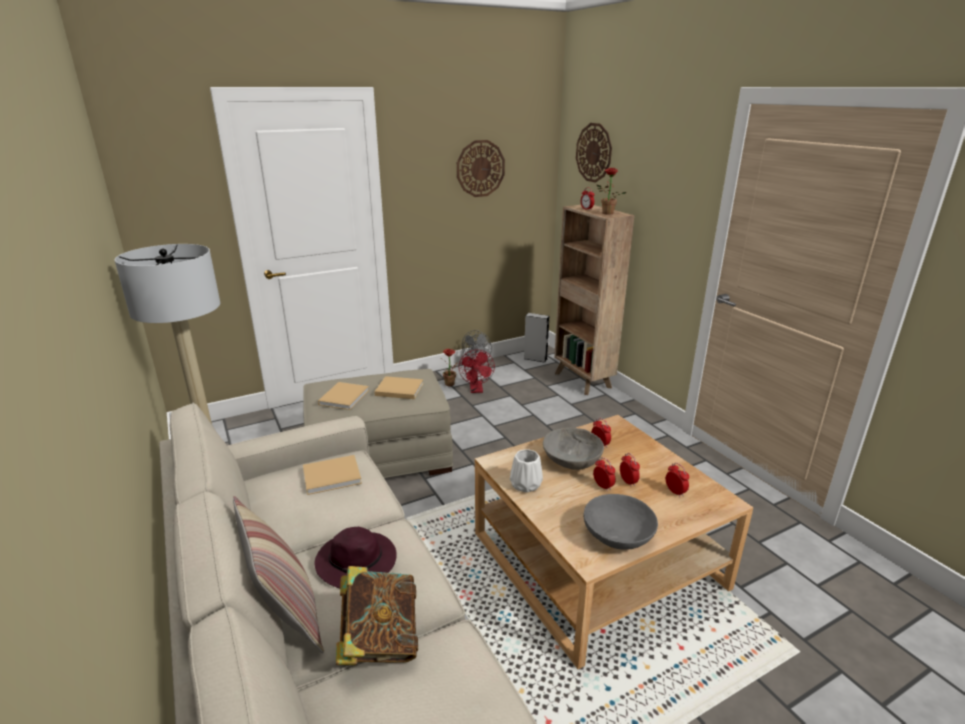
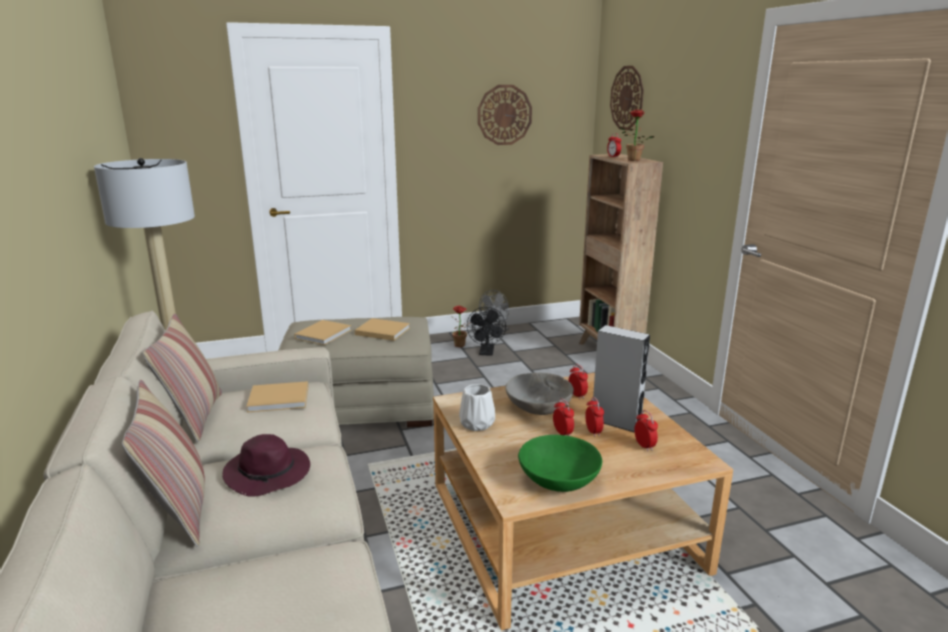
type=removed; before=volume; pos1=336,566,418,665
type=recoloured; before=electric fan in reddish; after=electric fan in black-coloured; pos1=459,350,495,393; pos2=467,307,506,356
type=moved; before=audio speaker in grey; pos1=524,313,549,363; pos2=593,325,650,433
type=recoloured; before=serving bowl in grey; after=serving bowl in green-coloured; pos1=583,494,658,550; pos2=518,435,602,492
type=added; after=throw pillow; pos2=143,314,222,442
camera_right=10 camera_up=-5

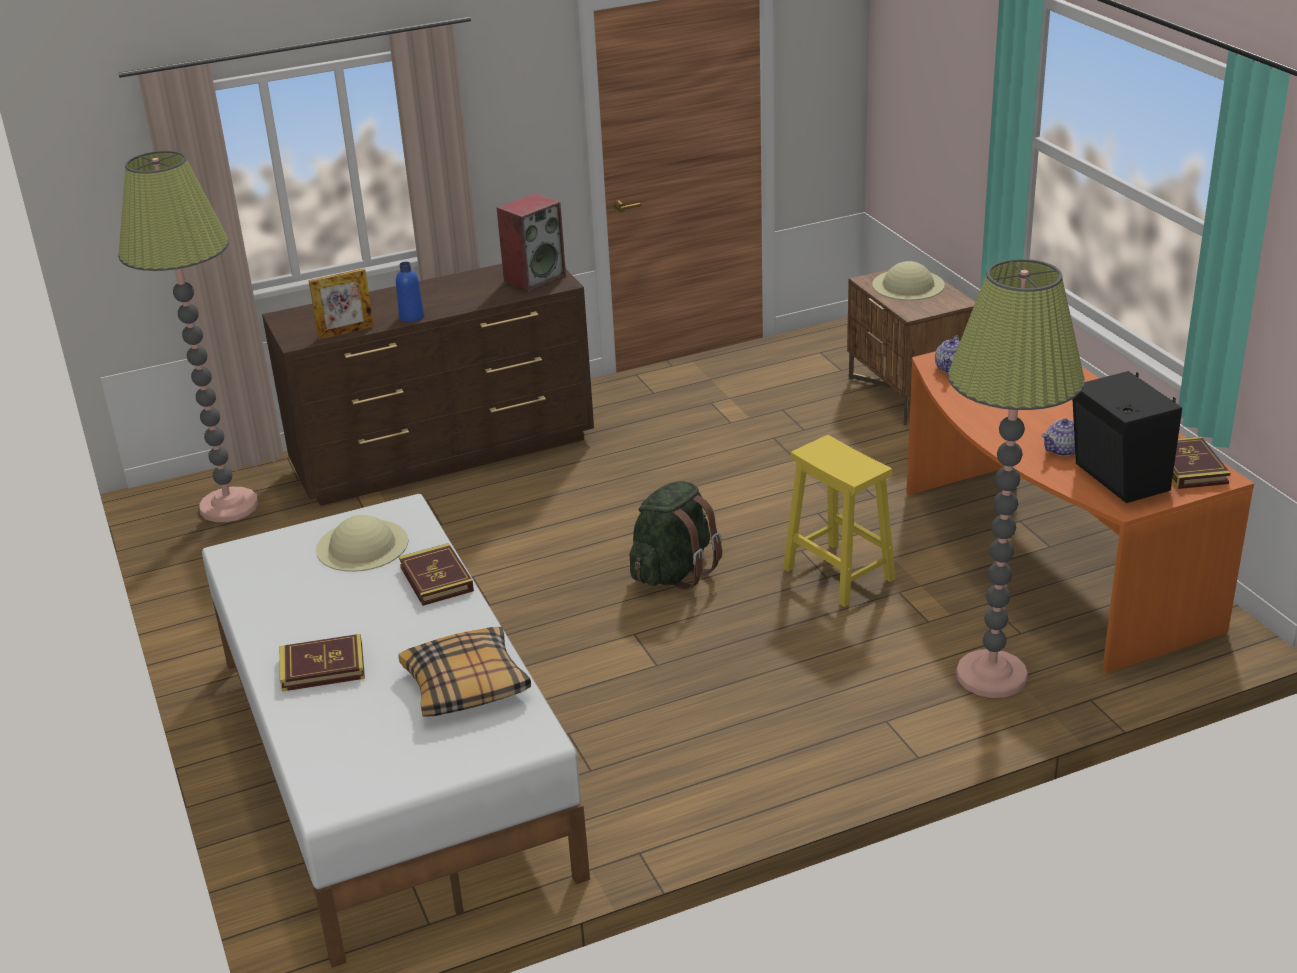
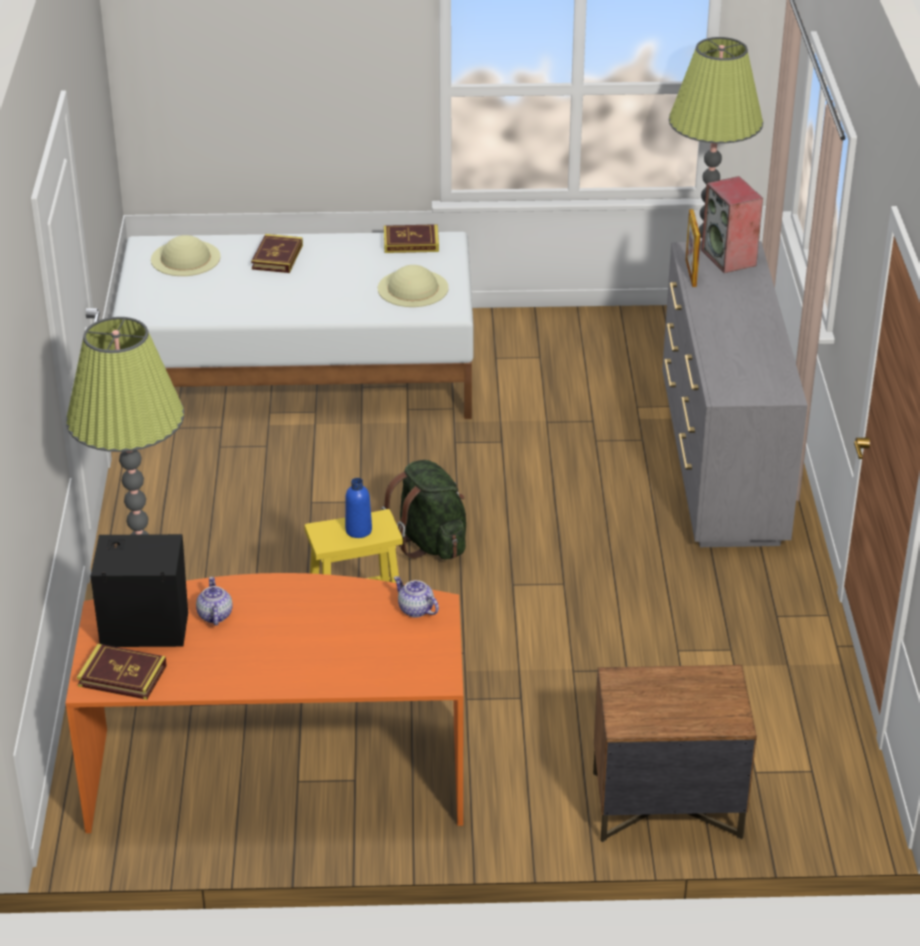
type=recoloured; before=dresser in brown; after=dresser in grey; pos1=262,264,594,506; pos2=662,241,808,547
type=moved; before=bottle in blue; pos1=396,262,424,322; pos2=345,478,372,538
type=removed; before=throw pillow; pos1=398,627,531,717
type=moved; before=volume; pos1=399,543,474,606; pos2=384,224,439,253
type=moved; before=audio speaker; pos1=497,193,566,292; pos2=701,176,763,273
type=moved; before=clothing hat in beige; pos1=872,261,945,300; pos2=151,235,221,276
camera_right=110 camera_up=5

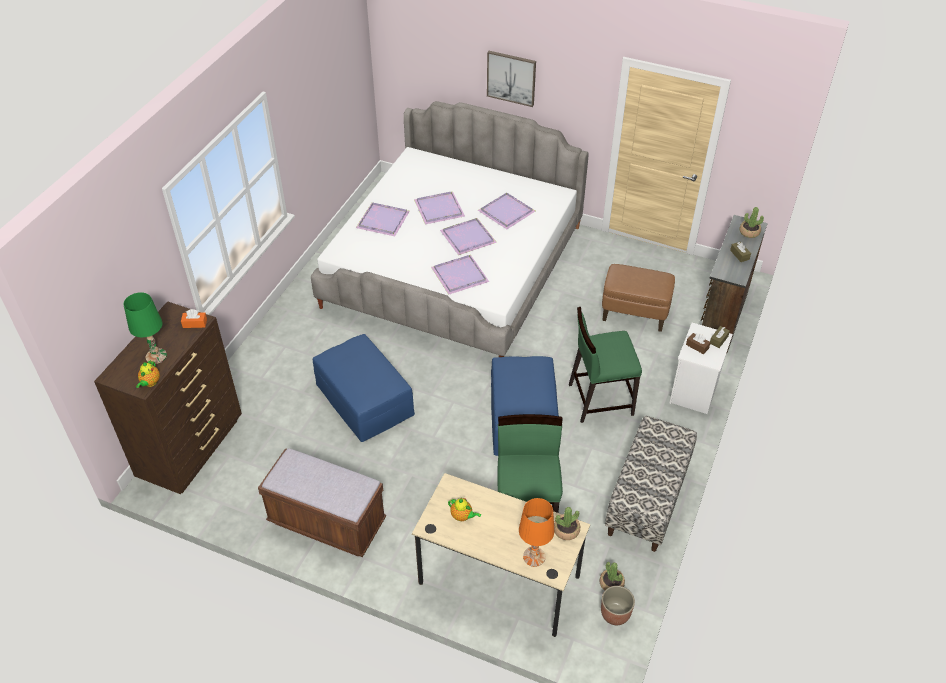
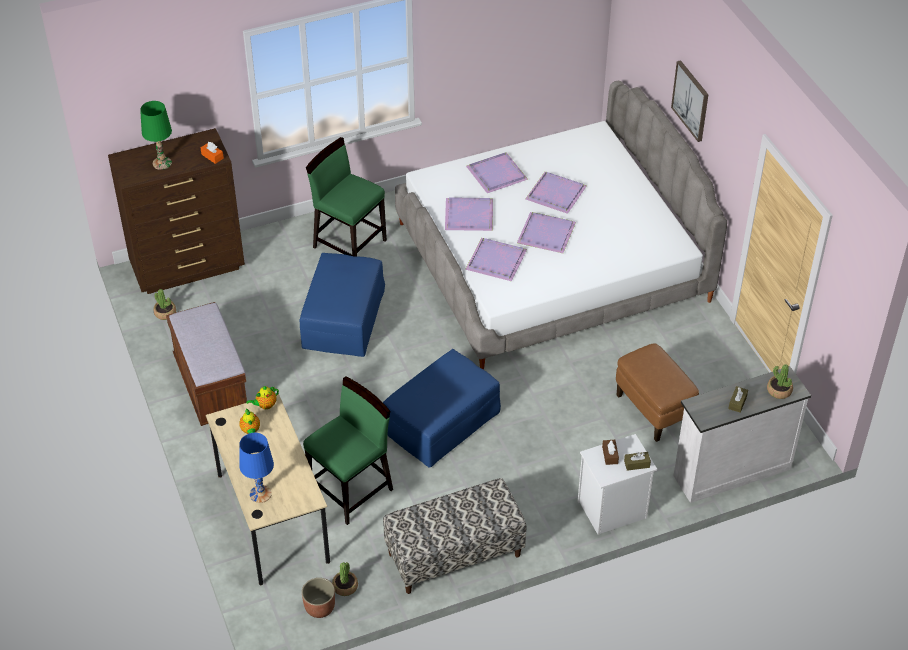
type=moved; before=pot for tea; pos1=136,360,160,388; pos2=246,386,279,409
type=moved; before=tray in purplish; pos1=478,193,535,229; pos2=445,197,493,231
type=recoloured; before=table lamp in orange; after=table lamp in blue; pos1=519,498,554,567; pos2=239,433,274,503
type=moved; before=houseplant; pos1=554,507,580,540; pos2=153,289,176,320
type=moved; before=chair in green-coloured; pos1=569,307,642,423; pos2=306,137,387,257
type=recoloured; before=dresser in brown; after=dresser in whitish; pos1=701,215,768,353; pos2=673,366,811,503
camera_right=45 camera_up=0

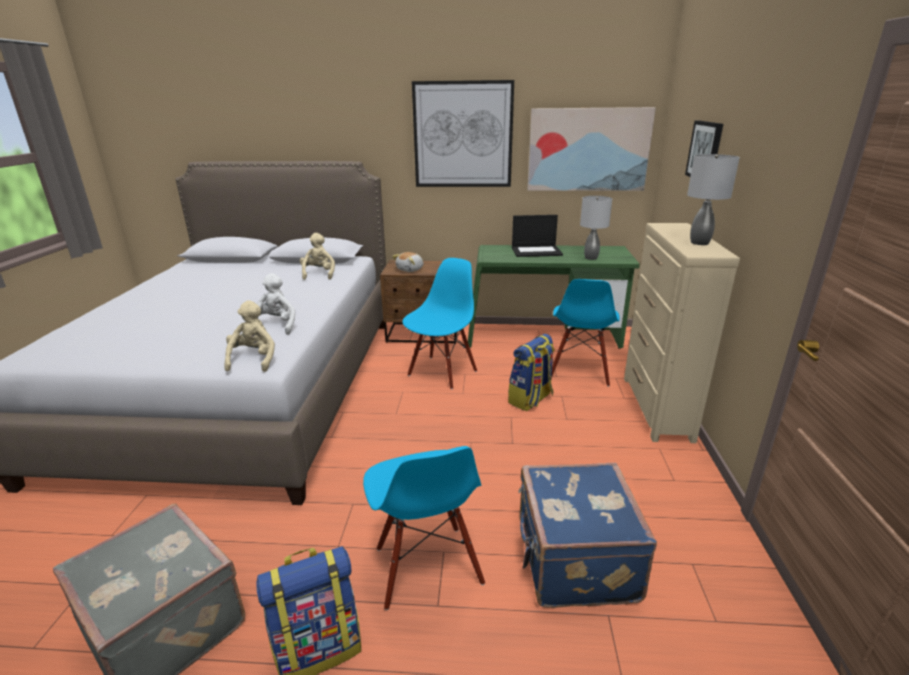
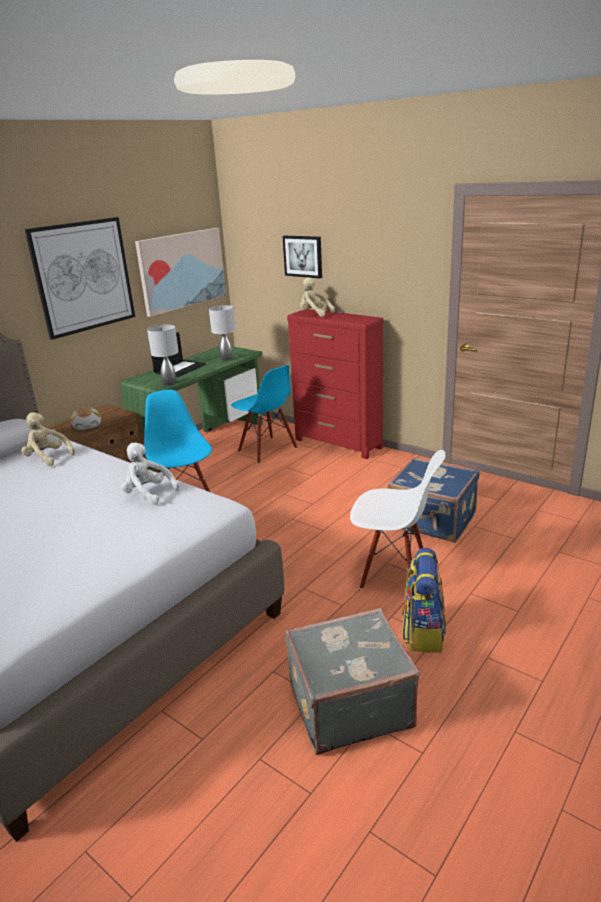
type=moved; before=cuddly toy in beige; pos1=225,301,275,372; pos2=300,277,335,317
type=recoloured; before=chair in blue; after=chair in whitish; pos1=363,446,485,610; pos2=350,450,446,592
type=removed; before=knapsack; pos1=508,334,555,411
type=recoloured; before=dresser in beige; after=dresser in reddish; pos1=624,223,740,443; pos2=287,309,384,459
type=moved; before=table lamp in grey; pos1=687,154,740,245; pos2=147,325,179,386
camera_right=-55 camera_up=0

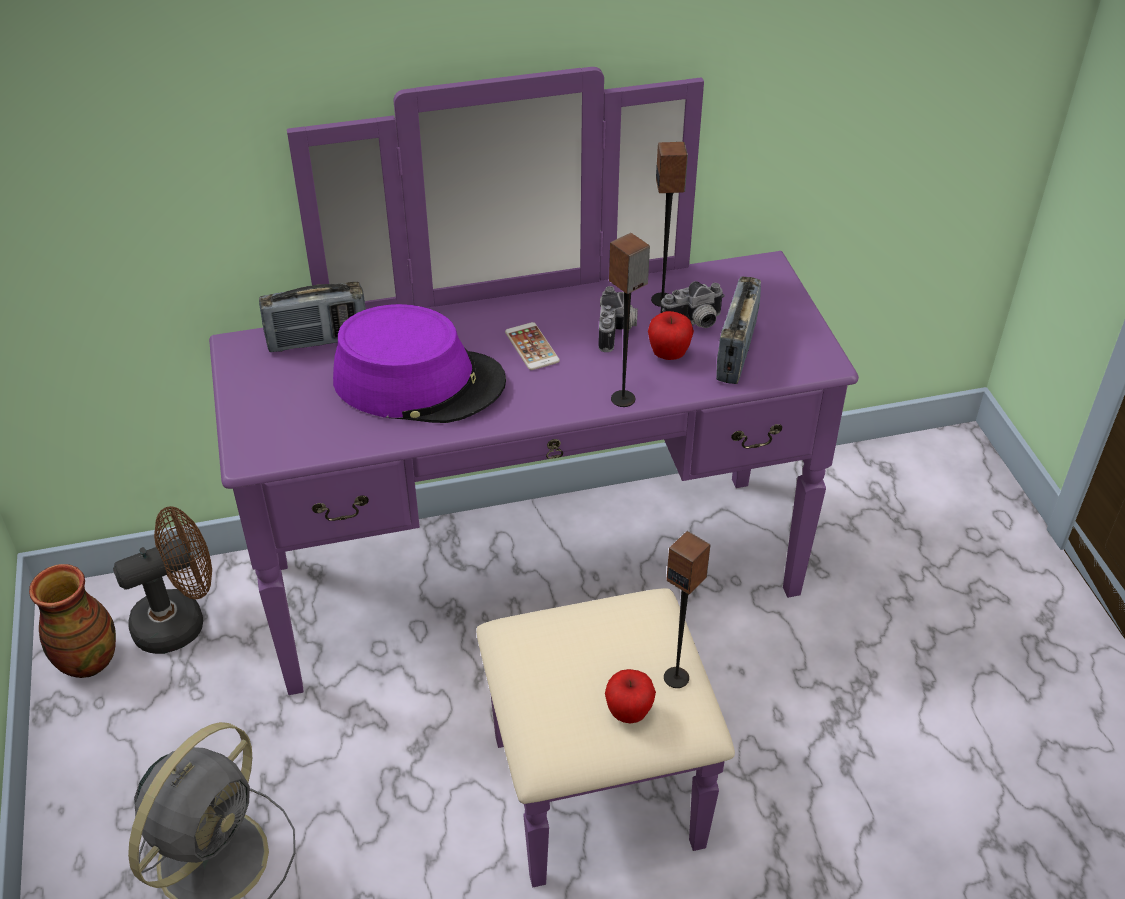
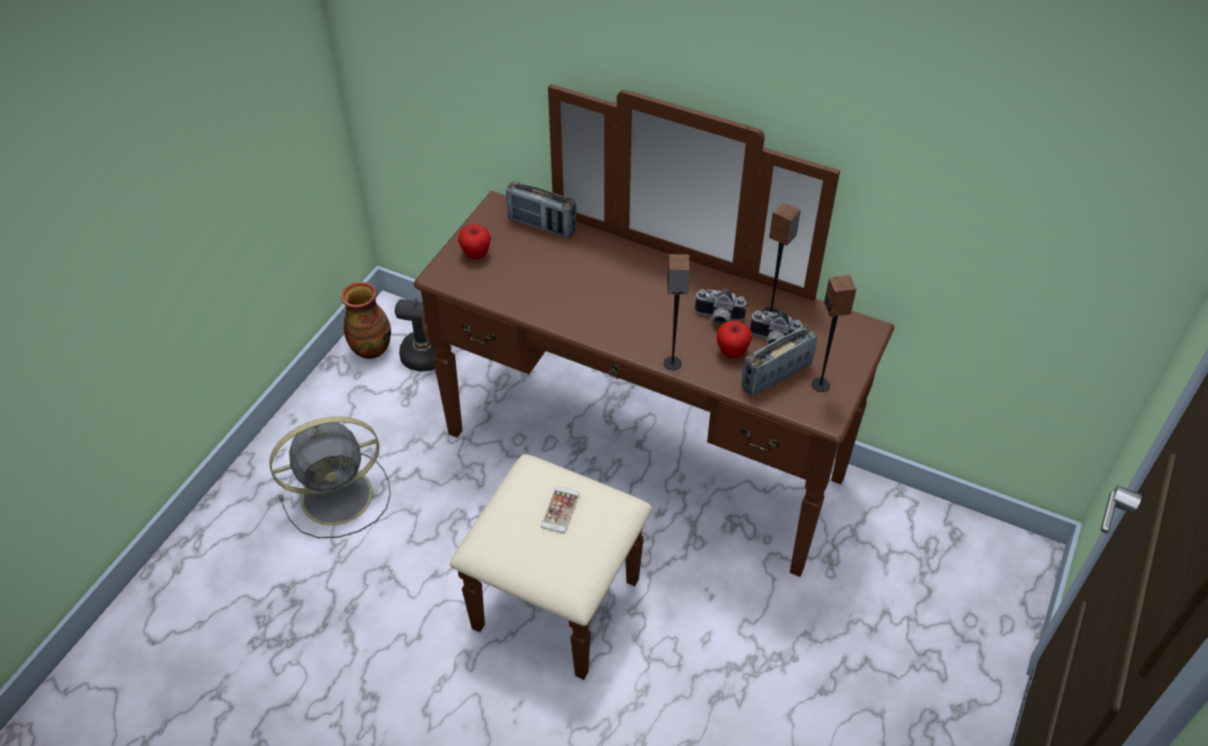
type=recoloured; before=dresser in purplish; after=dresser in brown; pos1=209,67,859,887; pos2=414,84,895,680
type=removed; before=clothing hat in purplish; pos1=333,304,506,423
type=moved; before=handset; pos1=505,322,560,370; pos2=541,486,580,533
type=turned; before=still camera; pos1=598,286,638,352; pos2=694,289,746,326; turn=60
type=moved; before=apple; pos1=605,669,656,723; pos2=458,224,491,259
type=moved; before=audio speaker; pos1=664,531,711,688; pos2=811,275,857,392
camera_right=40 camera_up=5

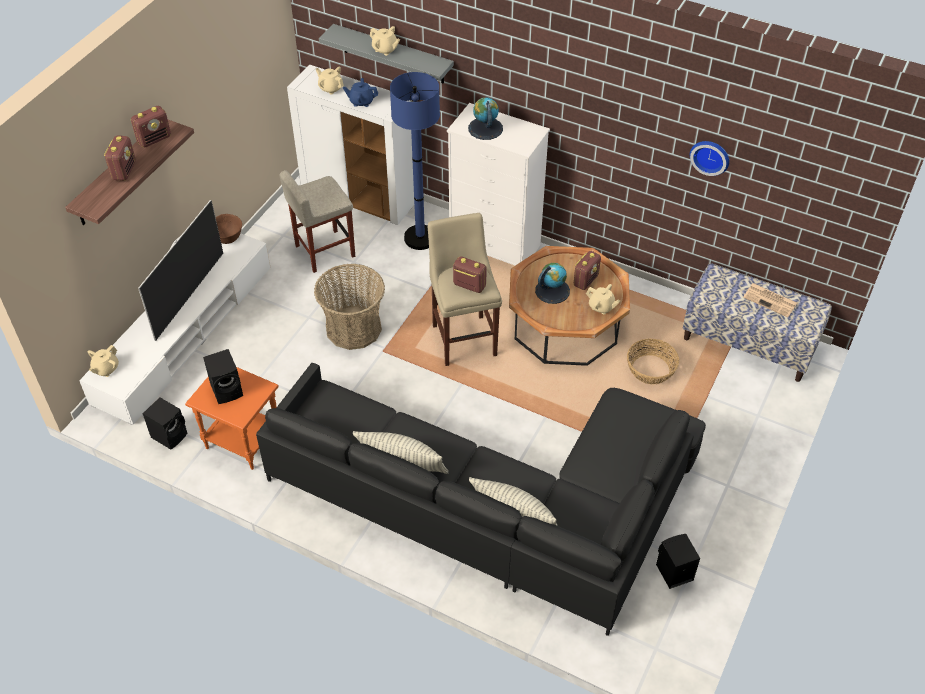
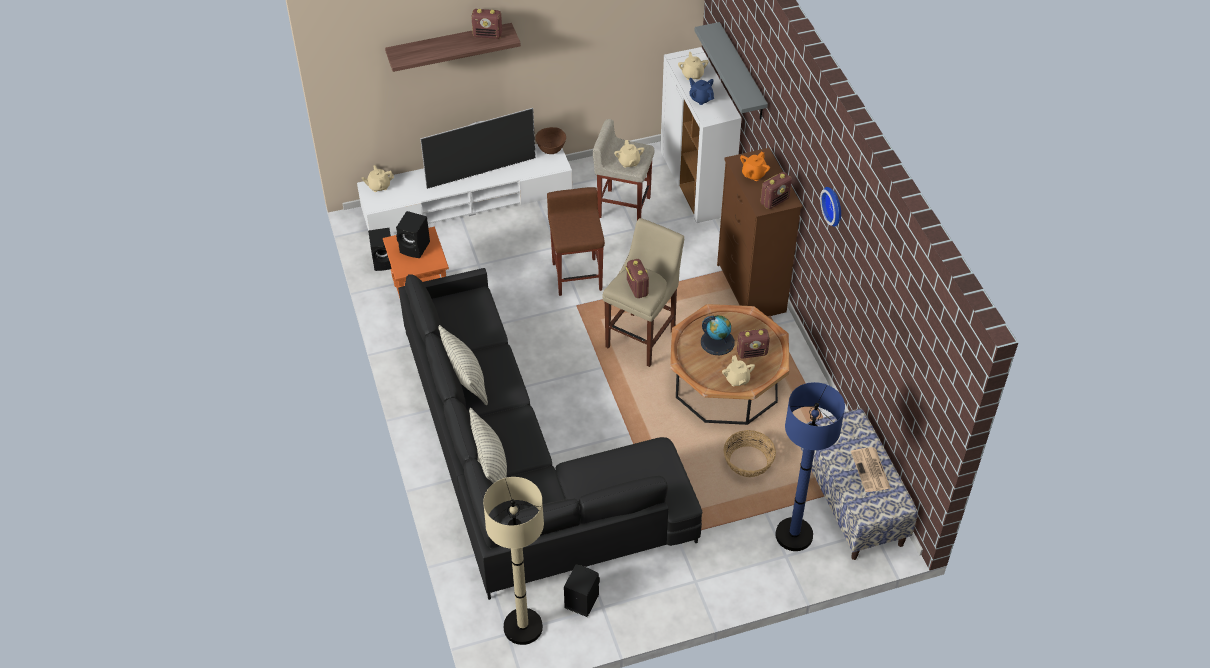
type=moved; before=radio receiver; pos1=104,135,136,181; pos2=761,172,792,209
type=replaced; before=household basket; after=sitting stool in brown; pos1=314,264,385,350; pos2=547,187,605,296
type=moved; before=pot for tea in beige; pos1=370,26,400,56; pos2=614,140,644,168
type=moved; before=standing lamp in blue; pos1=390,72,440,250; pos2=775,382,845,551
type=recoloured; before=dresser in whitish; after=dresser in brown; pos1=447,103,550,265; pos2=717,148,803,316
type=replaced; before=globe; after=pot for tea in orange; pos1=468,97,503,140; pos2=740,151,770,181
type=moved; before=hanging clock; pos1=690,141,729,176; pos2=820,187,841,227
type=added; after=standing lamp in beige; pos2=483,477,544,645
camera_right=45 camera_up=0

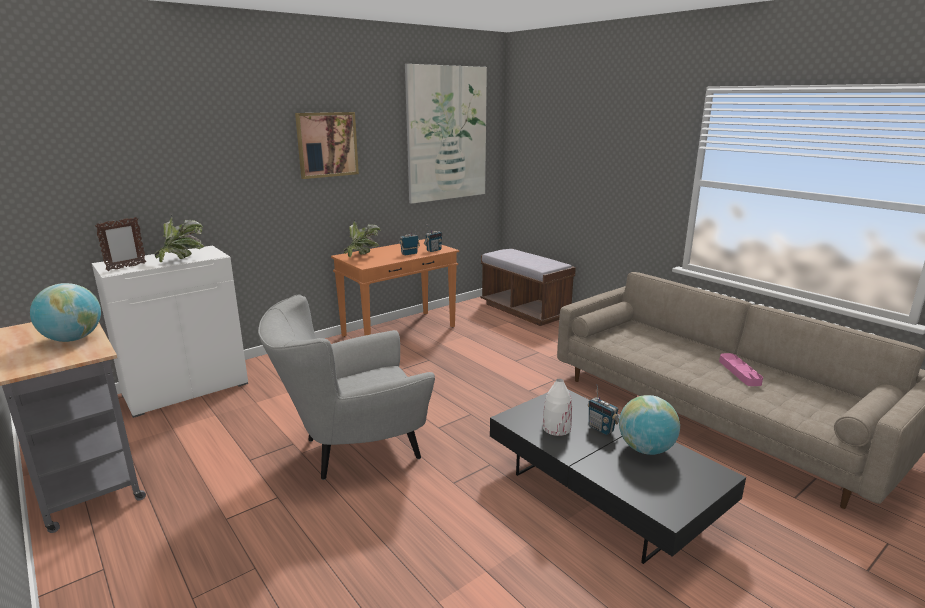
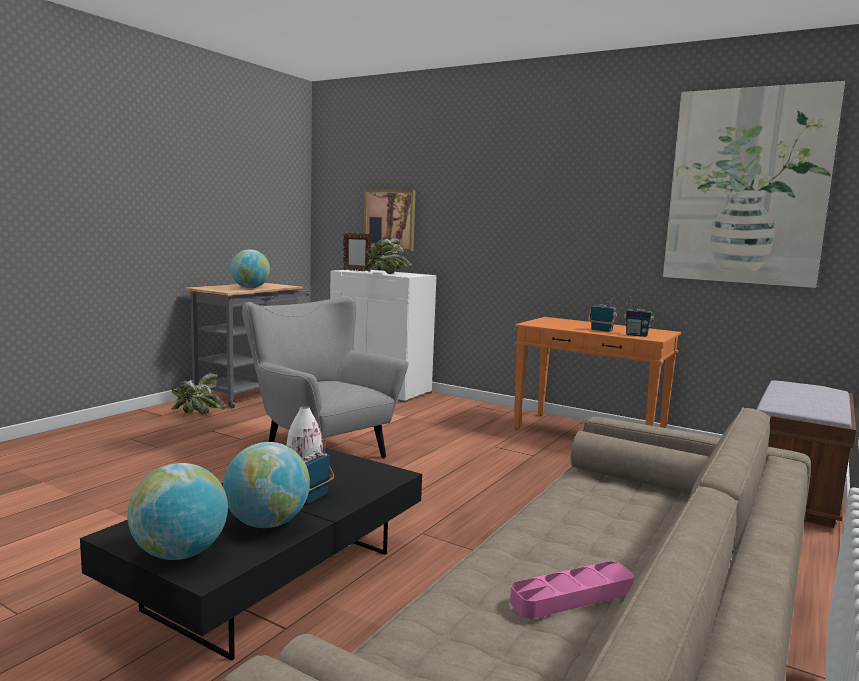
type=moved; before=wall art; pos1=295,112,359,179; pos2=363,190,416,251
type=moved; before=houseplant; pos1=343,219,380,257; pos2=171,372,226,414
type=added; after=globe; pos2=127,463,228,560
camera_right=70 camera_up=-10

